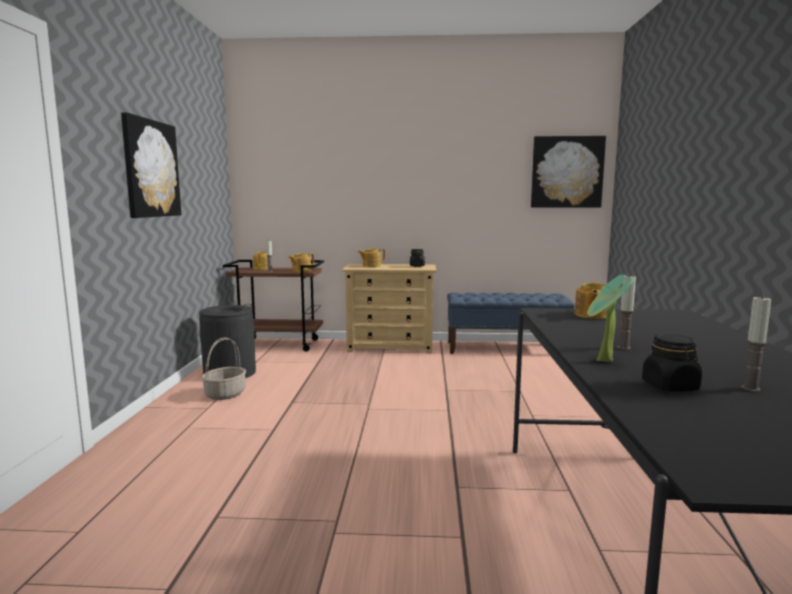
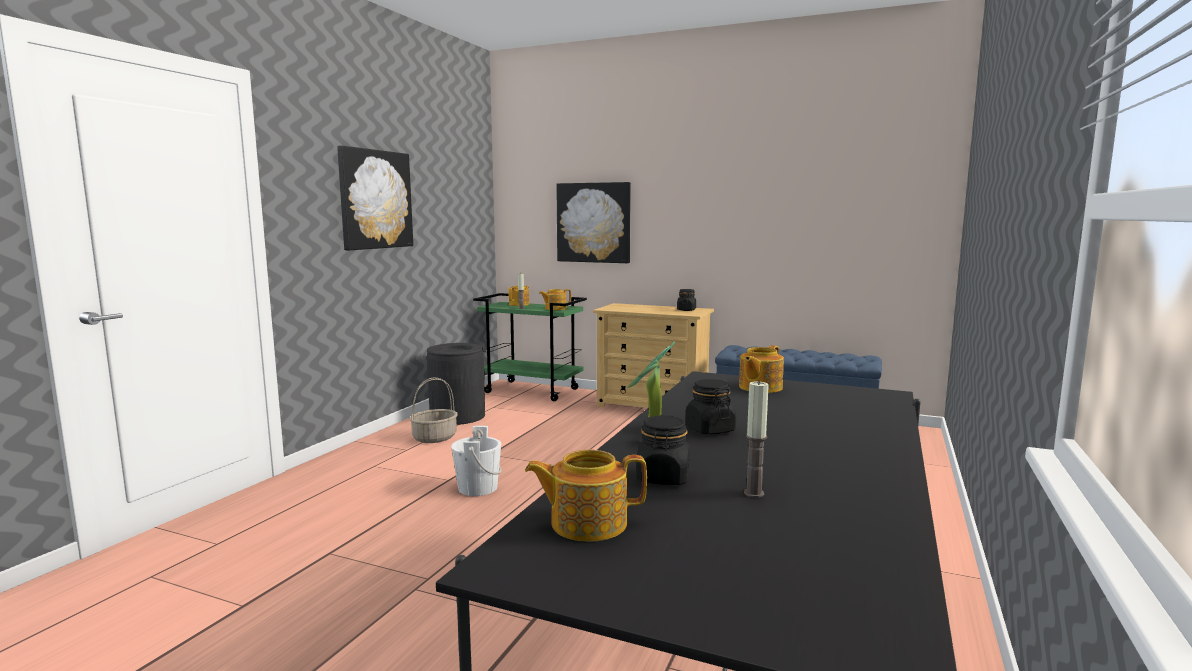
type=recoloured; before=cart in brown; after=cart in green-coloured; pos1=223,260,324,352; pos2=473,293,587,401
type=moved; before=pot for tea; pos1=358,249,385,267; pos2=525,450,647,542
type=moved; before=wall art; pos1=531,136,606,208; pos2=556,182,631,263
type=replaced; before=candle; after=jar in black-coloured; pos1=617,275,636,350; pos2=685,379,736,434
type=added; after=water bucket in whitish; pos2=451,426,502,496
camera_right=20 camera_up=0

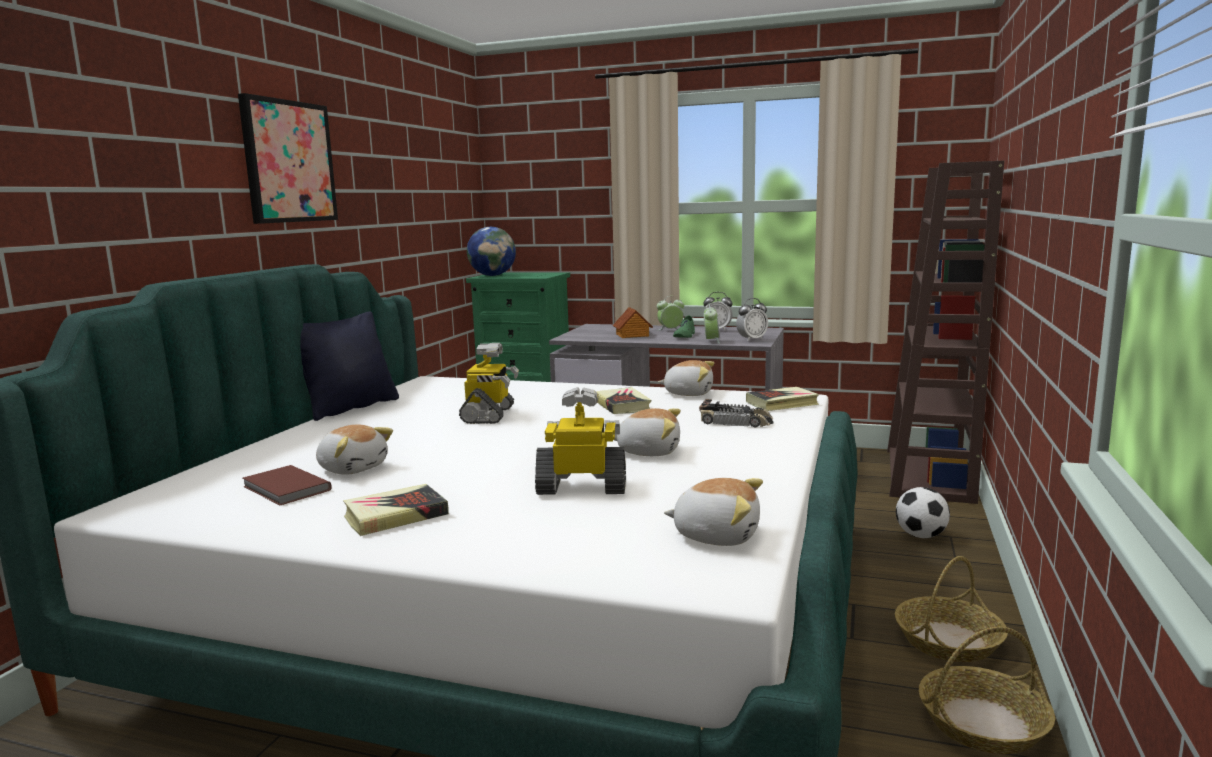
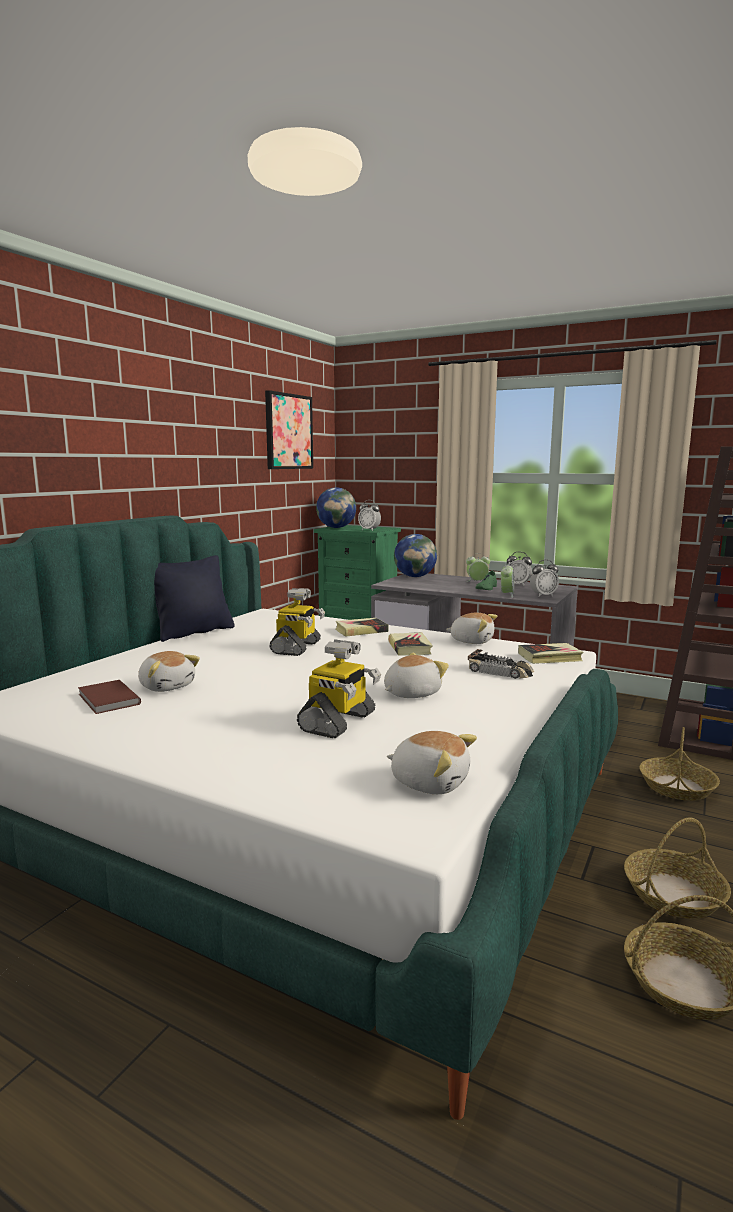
type=moved; before=wall art; pos1=238,93,338,224; pos2=265,390,313,469
type=moved; before=volume; pos1=343,484,449,536; pos2=336,618,389,637
type=turned; before=model robot; pos1=535,387,626,495; pos2=297,639,381,738; turn=105
type=removed; before=miniature house; pos1=613,307,653,338
type=turned; before=cuddly toy; pos1=614,408,681,456; pos2=384,653,449,698; turn=-60
type=replaced; before=football; after=household basket; pos1=896,487,950,538; pos2=640,727,720,801
type=added; after=table clock; pos2=358,500,381,531
type=added; after=globe; pos2=394,534,437,577
camera_right=10 camera_up=0

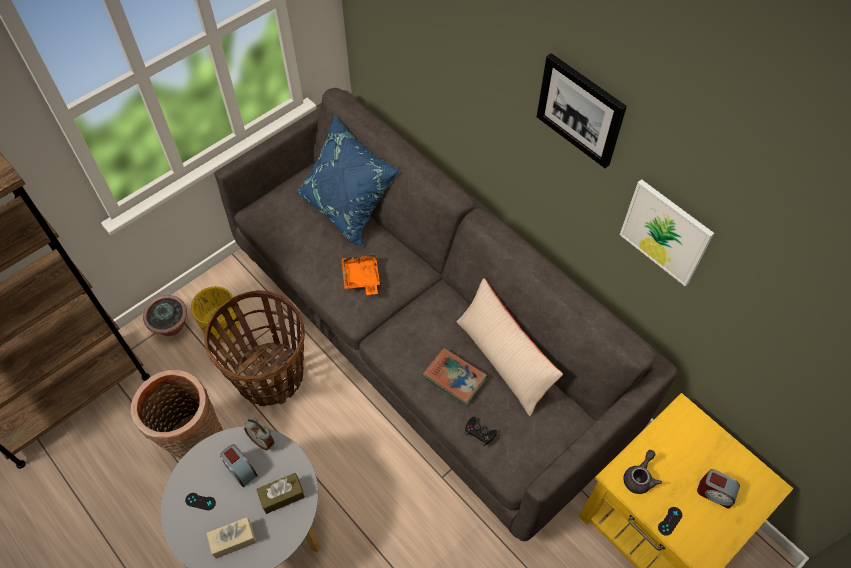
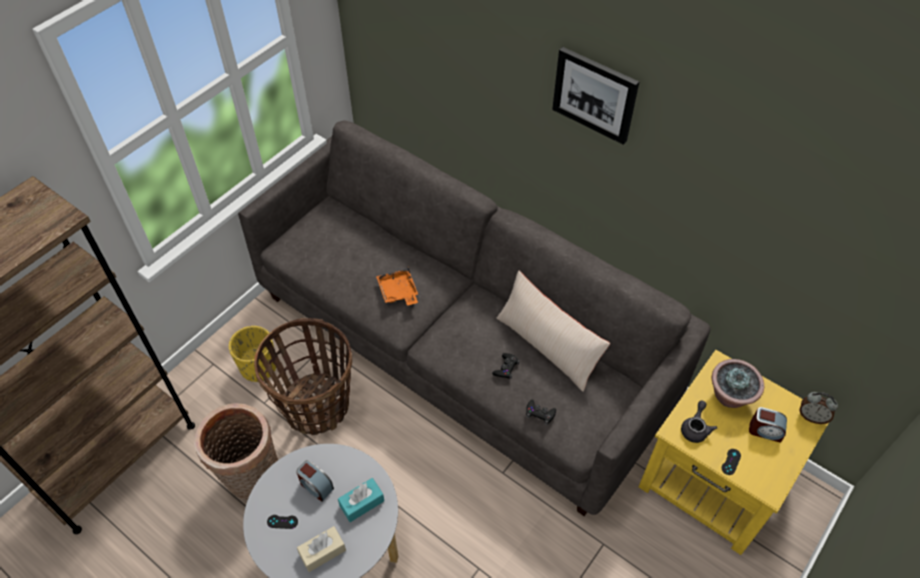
type=moved; before=houseplant; pos1=143,295,187,336; pos2=712,359,764,408
type=moved; before=table clock; pos1=244,417,274,450; pos2=799,392,838,424
type=recoloured; before=tissue box in brown; after=tissue box in turquoise; pos1=256,473,305,514; pos2=338,478,384,522
type=removed; before=throw pillow in blue; pos1=296,115,401,247
type=replaced; before=volume; after=game controller in black-coloured; pos1=423,348,488,405; pos2=492,353,520,379
type=removed; before=wall art; pos1=620,179,714,286
camera_right=-10 camera_up=-5

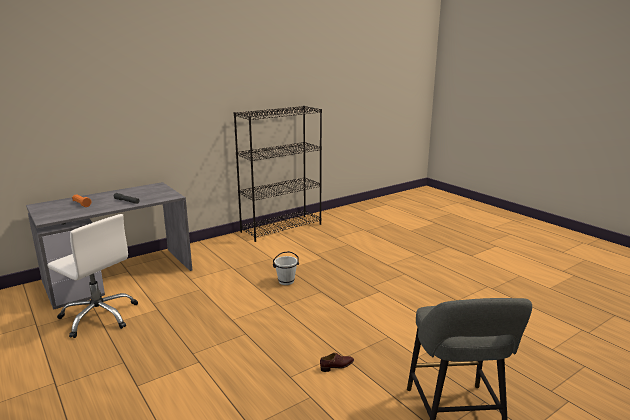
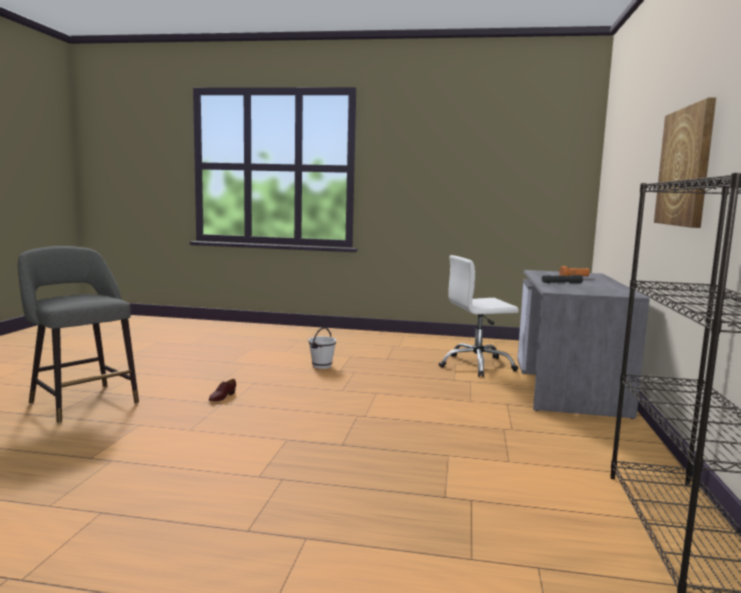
type=moved; before=water bucket in whitish; pos1=273,251,299,285; pos2=309,327,336,369
type=added; after=wall art; pos2=654,98,716,228
camera_right=135 camera_up=-10

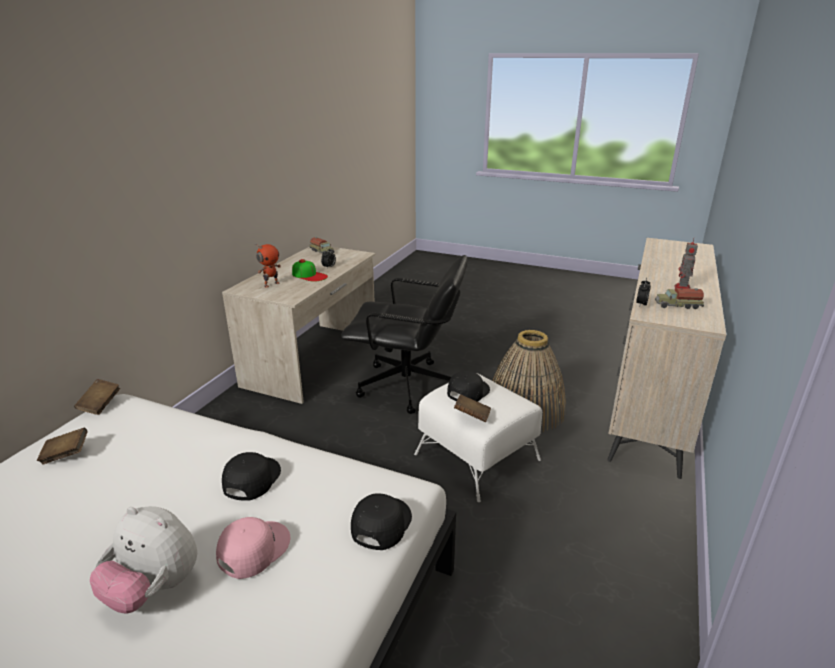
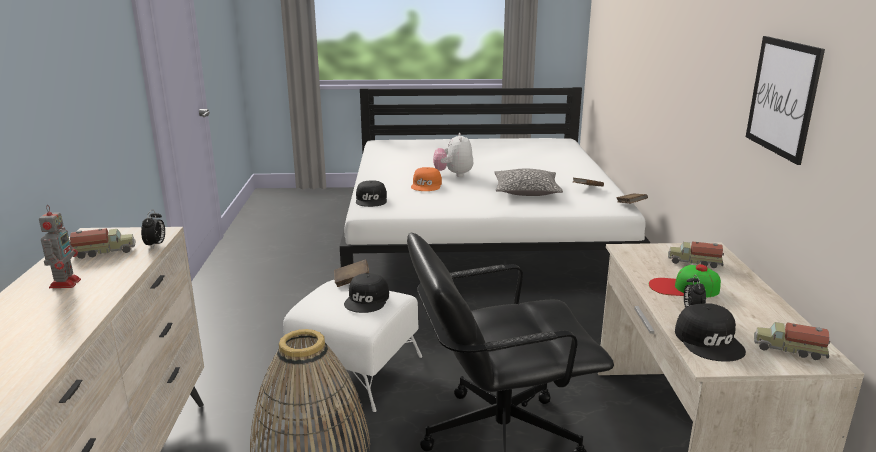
type=turned; before=cuddly toy; pos1=90,506,197,614; pos2=433,133,473,177; turn=-90
type=recoloured; before=cap in pink; after=cap in orange; pos1=216,517,290,579; pos2=411,167,442,191
type=moved; before=cap in black-coloured; pos1=222,452,281,501; pos2=675,303,746,362
type=replaced; before=model robot; after=toy truck; pos1=255,244,281,288; pos2=668,241,724,268
type=added; after=throw pillow; pos2=494,169,563,196
type=added; after=wall art; pos2=746,36,825,165
camera_right=155 camera_up=-5

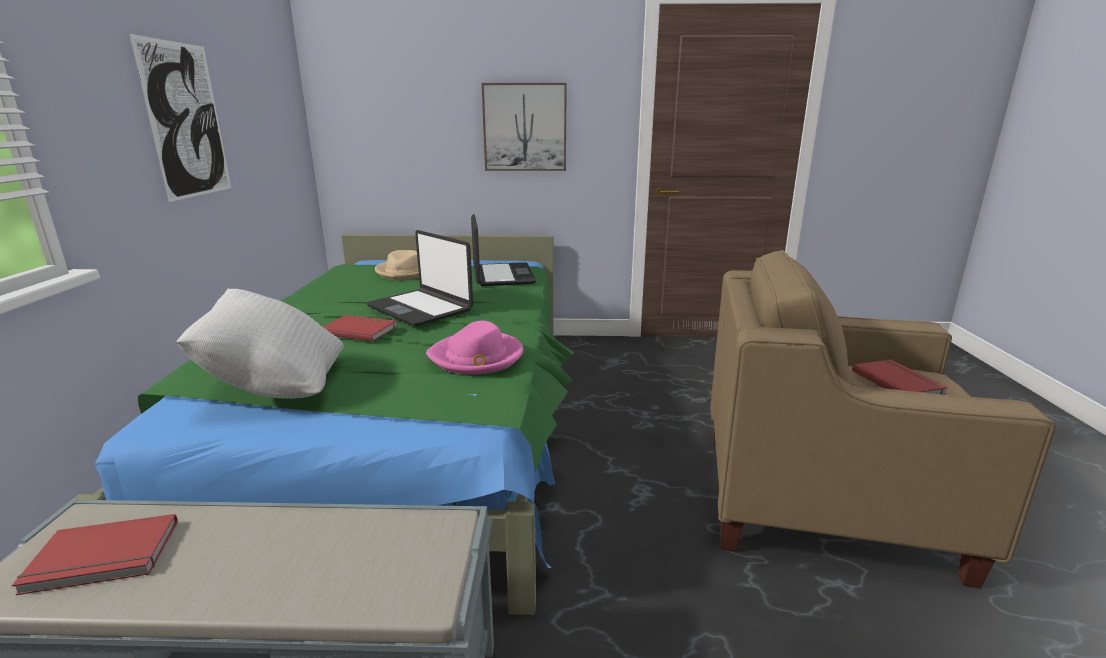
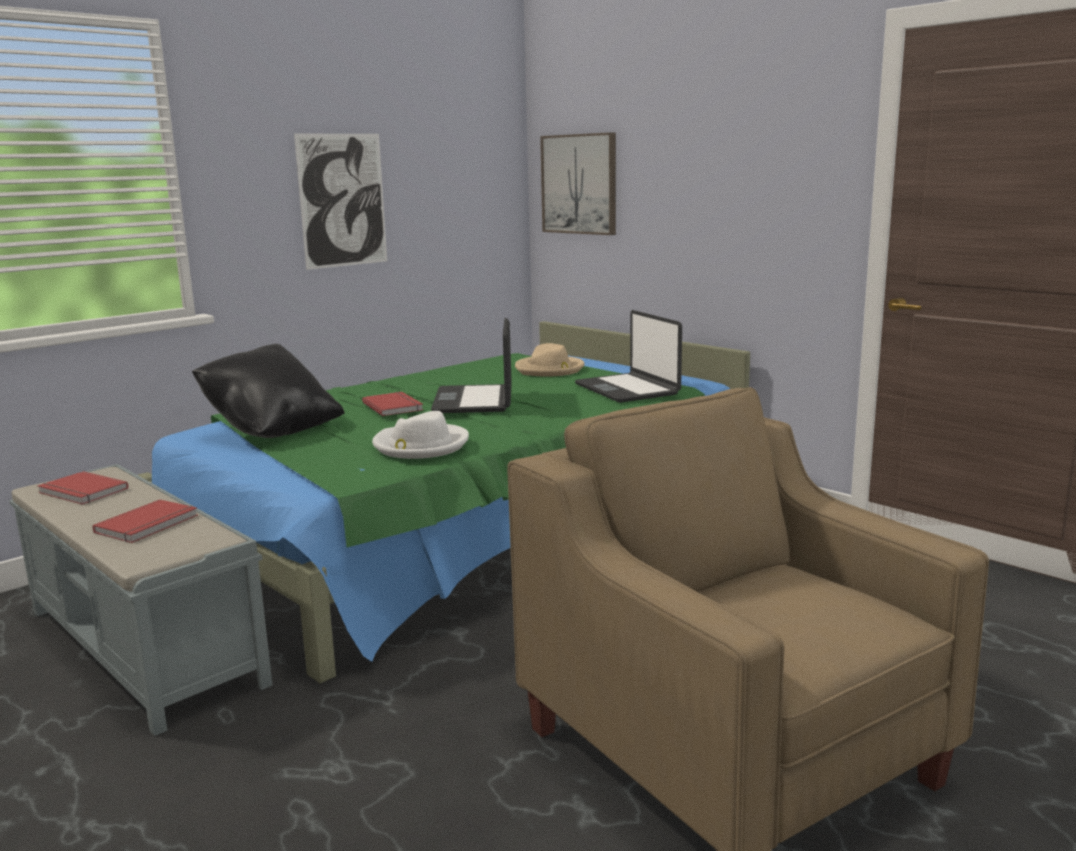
type=recoloured; before=throw pillow in whitish; after=throw pillow in black-coloured; pos1=177,289,344,399; pos2=192,344,344,438
type=recoloured; before=clothing hat in pink; after=clothing hat in whitish; pos1=426,321,523,375; pos2=372,411,469,459
type=turned; before=notebook computer; pos1=471,214,536,286; pos2=575,310,682,403; turn=120
type=moved; before=wall art; pos1=482,83,567,171; pos2=540,132,616,235
type=moved; before=volume in reddish; pos1=852,360,948,395; pos2=92,500,198,543
camera_right=45 camera_up=-5

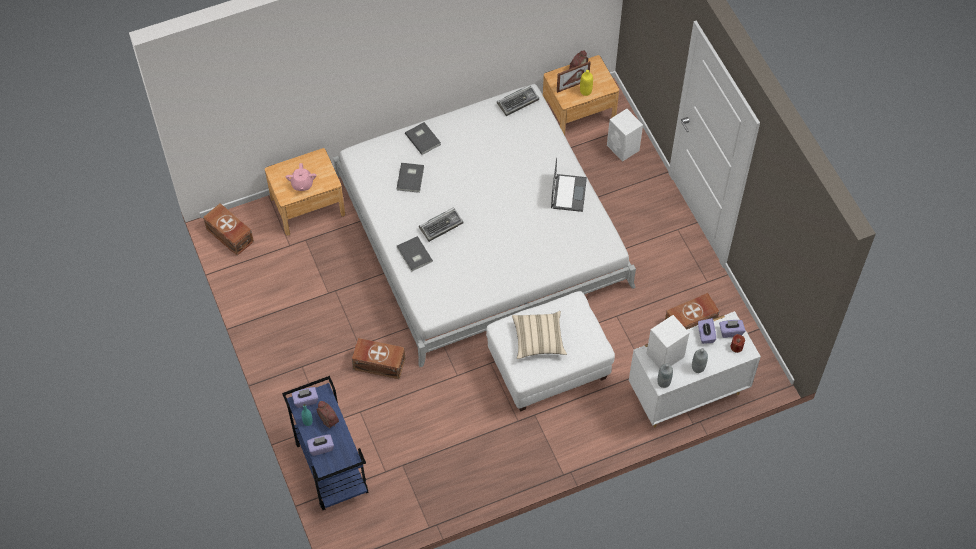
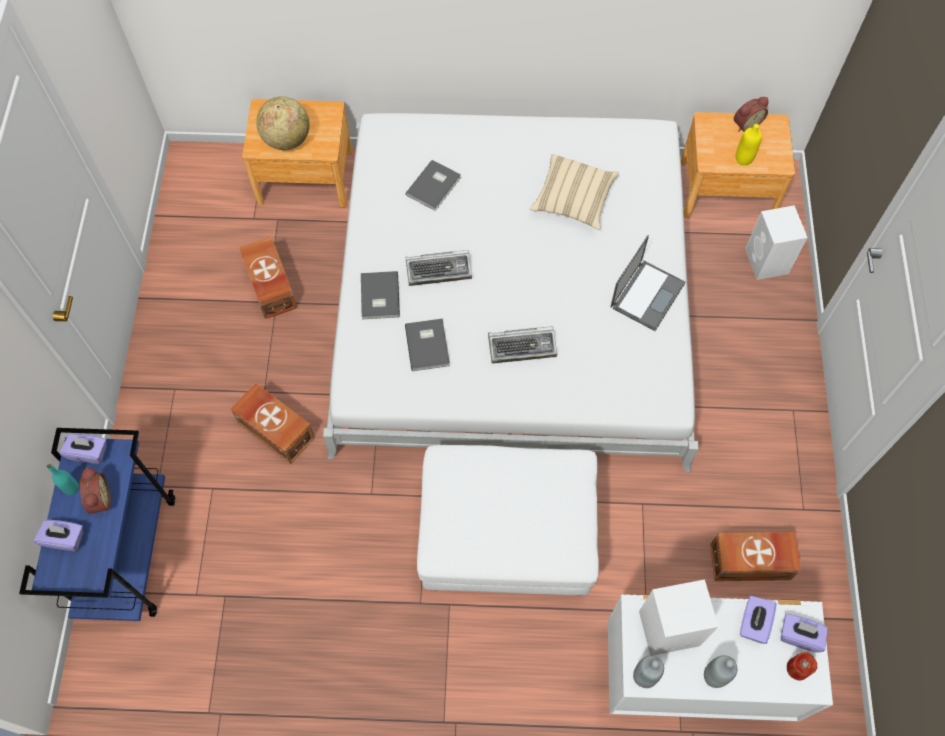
type=moved; before=storage container in brown; pos1=203,203,254,256; pos2=239,237,297,319
type=replaced; before=pot for tea in pink; after=globe; pos1=286,163,316,191; pos2=256,96,309,150
type=moved; before=volume in grey; pos1=405,122,441,155; pos2=405,319,450,371
type=moved; before=keyboard; pos1=497,85,539,116; pos2=488,327,557,363
type=moved; before=throw pillow in beige; pos1=512,311,567,359; pos2=530,154,619,230
type=removed; before=standing frame; pos1=557,61,591,93
camera_right=25 camera_up=5

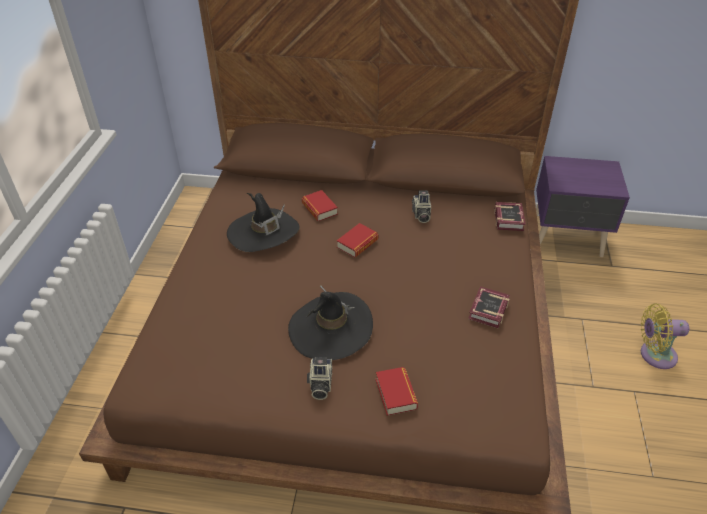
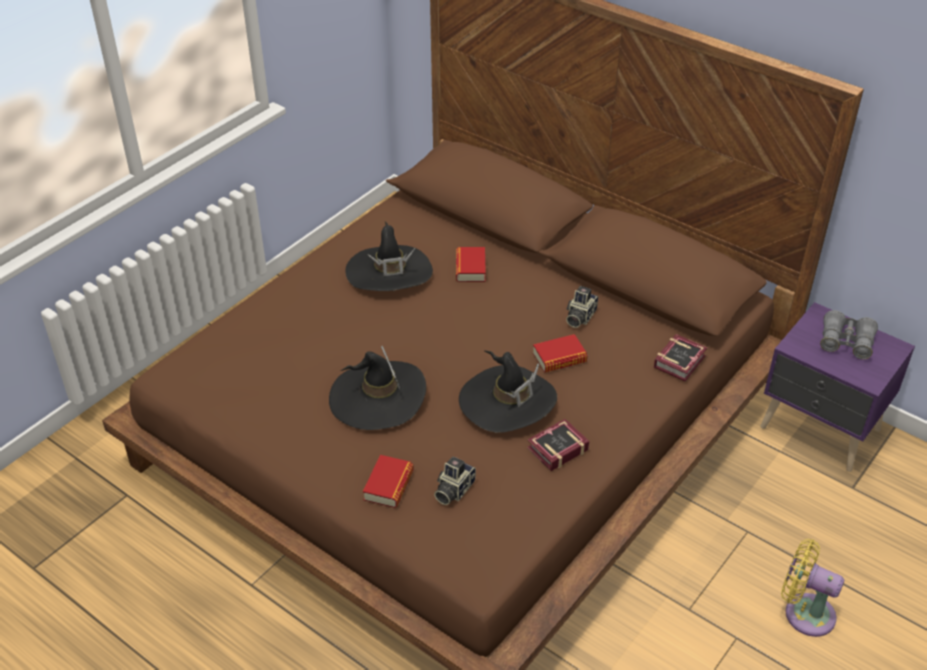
type=moved; before=still camera; pos1=307,357,332,400; pos2=434,456,476,505
type=moved; before=volume; pos1=337,223,378,258; pos2=533,334,587,373
type=added; after=clothing hat in black-coloured; pos2=459,350,557,432
type=added; after=pair of binoculars in grey; pos2=820,310,878,359
camera_right=30 camera_up=0

